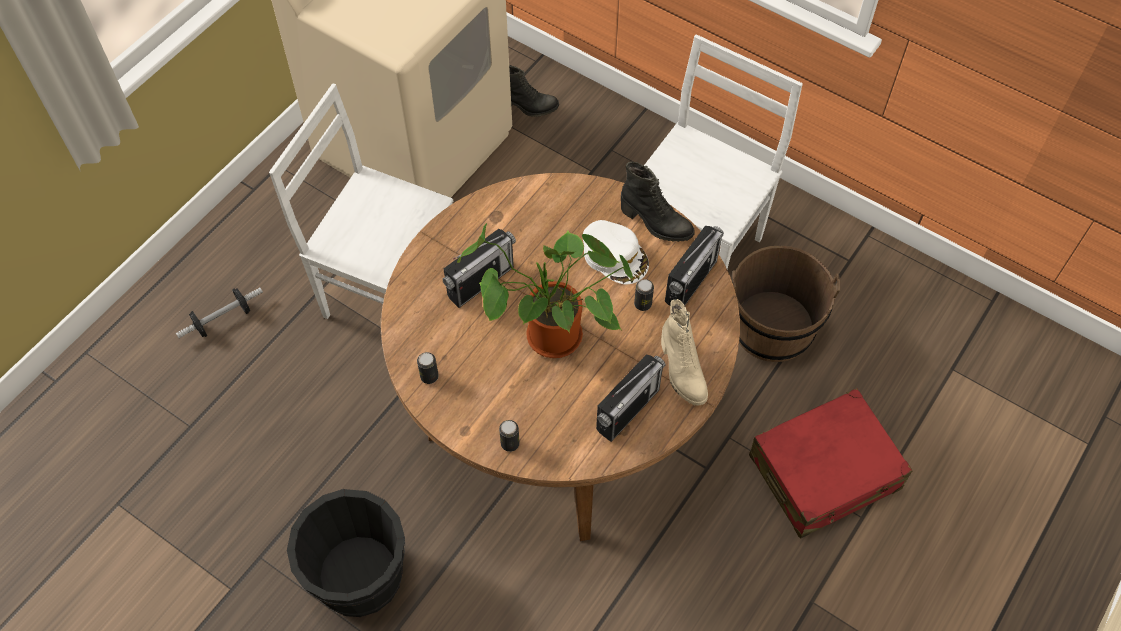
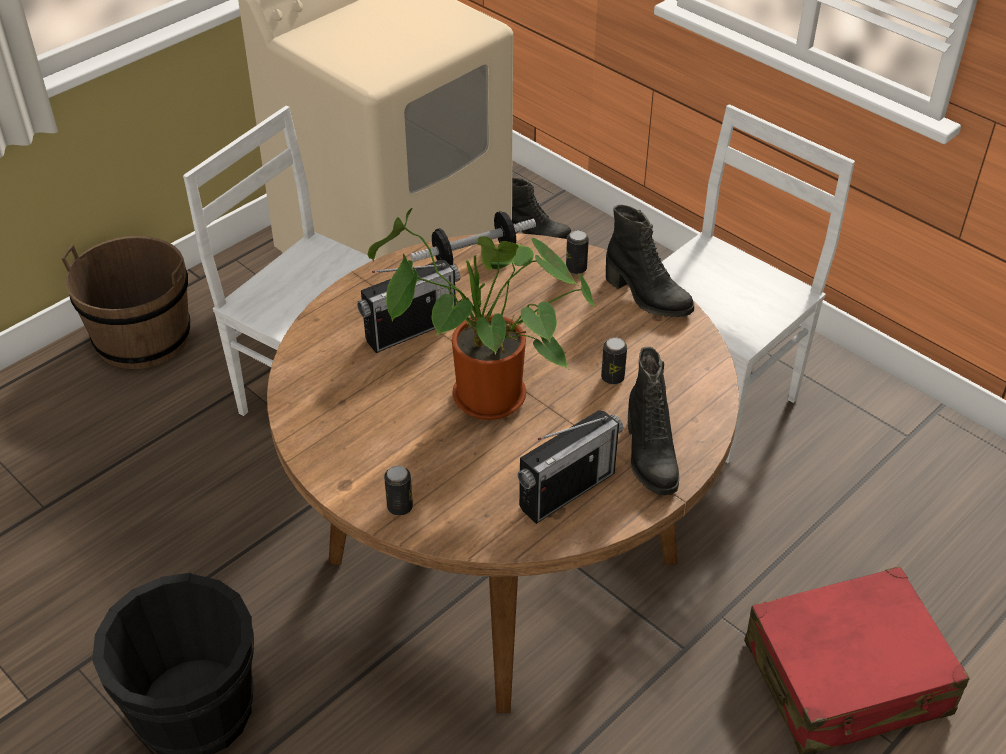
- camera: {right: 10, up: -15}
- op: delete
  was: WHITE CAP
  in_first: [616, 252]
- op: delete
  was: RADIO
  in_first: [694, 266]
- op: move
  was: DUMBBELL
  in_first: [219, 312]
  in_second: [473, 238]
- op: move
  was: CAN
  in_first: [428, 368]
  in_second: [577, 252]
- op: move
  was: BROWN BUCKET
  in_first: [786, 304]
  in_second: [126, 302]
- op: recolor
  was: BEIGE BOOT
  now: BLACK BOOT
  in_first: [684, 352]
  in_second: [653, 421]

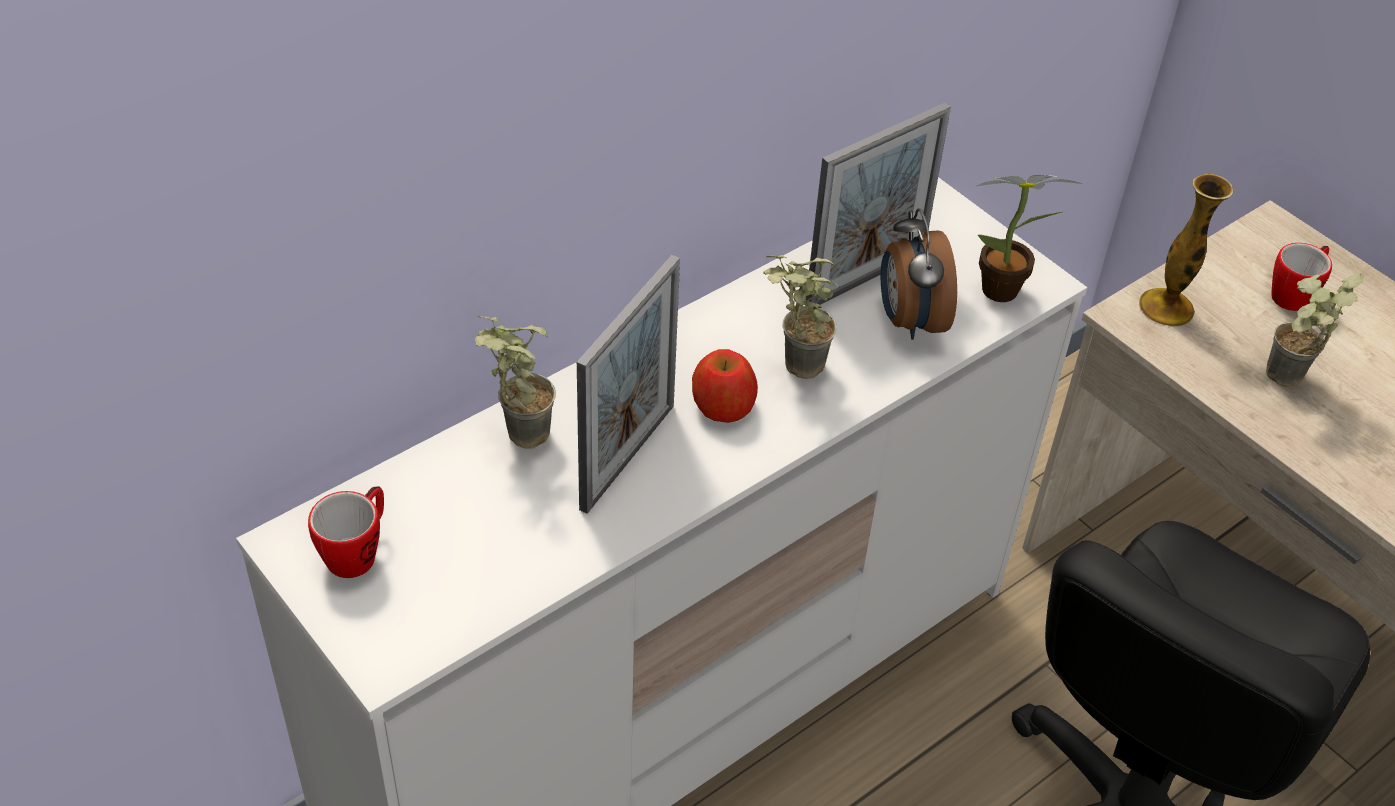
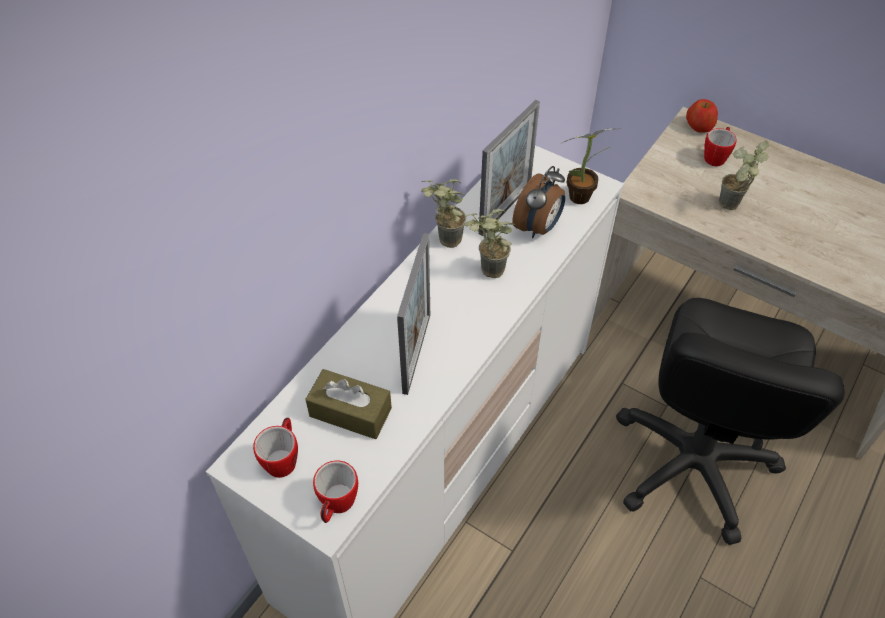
- camera: {right: -15, up: 5}
- op: delete
  was: VASE
  in_first: [1186, 250]
- op: insert
  now: BROWN TISSUE BOX
  in_second: [348, 404]
- op: insert
  now: MUG
  in_second: [335, 492]
- op: move
  was: POTTED PLANT
  in_first: [515, 382]
  in_second: [443, 213]
- op: move
  was: APPLE
  in_first: [725, 386]
  in_second: [702, 116]
- op: rotate
  was: ALARM CLOCK
  in_first: [919, 274]
  in_second: [539, 202]
  clockwise: -120

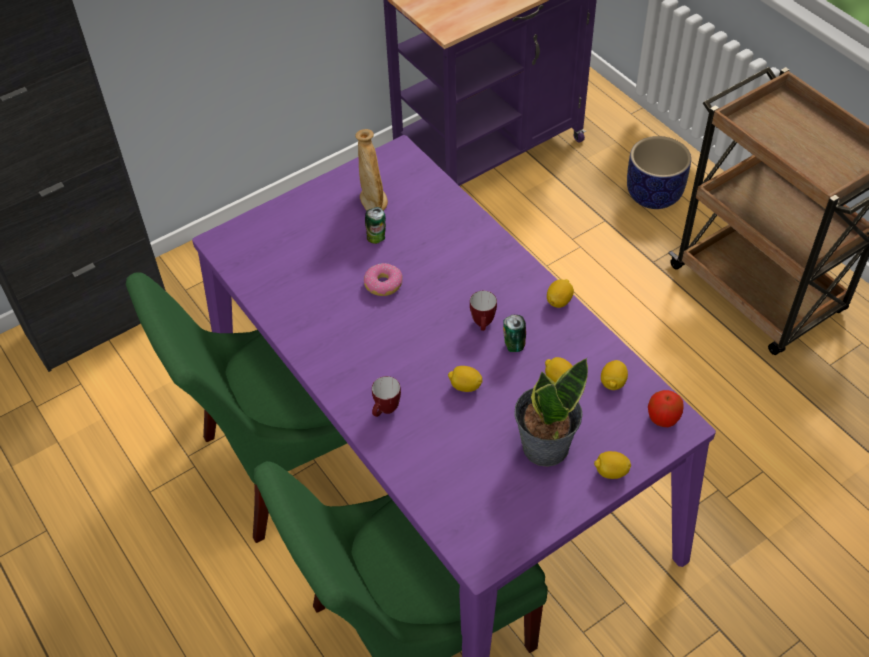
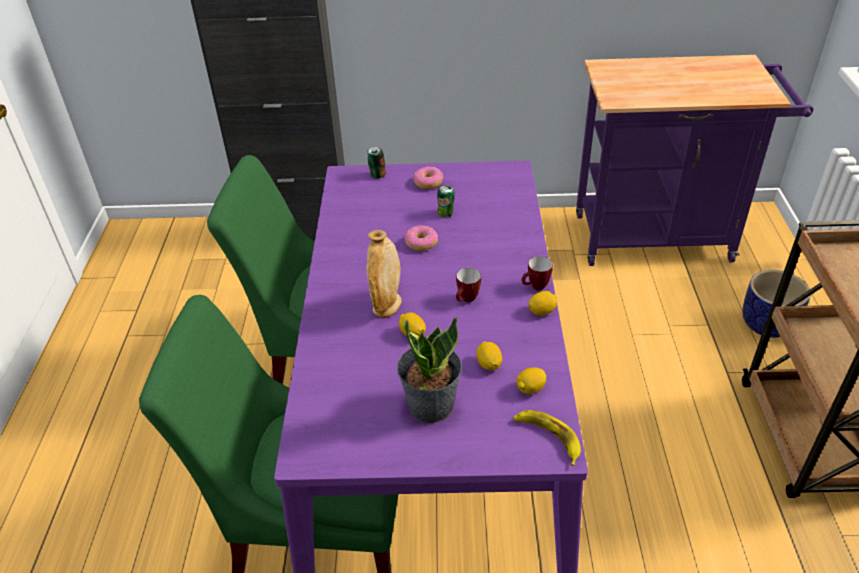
- camera: {right: 35, up: -10}
- op: delete
  was: LEMON
  in_first: [612, 465]
- op: insert
  now: DONUT
  in_second: [428, 178]
- op: move
  was: BEIGE VASE
  in_first: [371, 170]
  in_second: [384, 274]
- op: move
  was: MUG
  in_first: [386, 396]
  in_second: [537, 273]
- op: move
  was: CAN
  in_first: [514, 333]
  in_second: [376, 163]
- op: replace
  was: APPLE
  now: BANANA
  in_first: [666, 408]
  in_second: [547, 438]

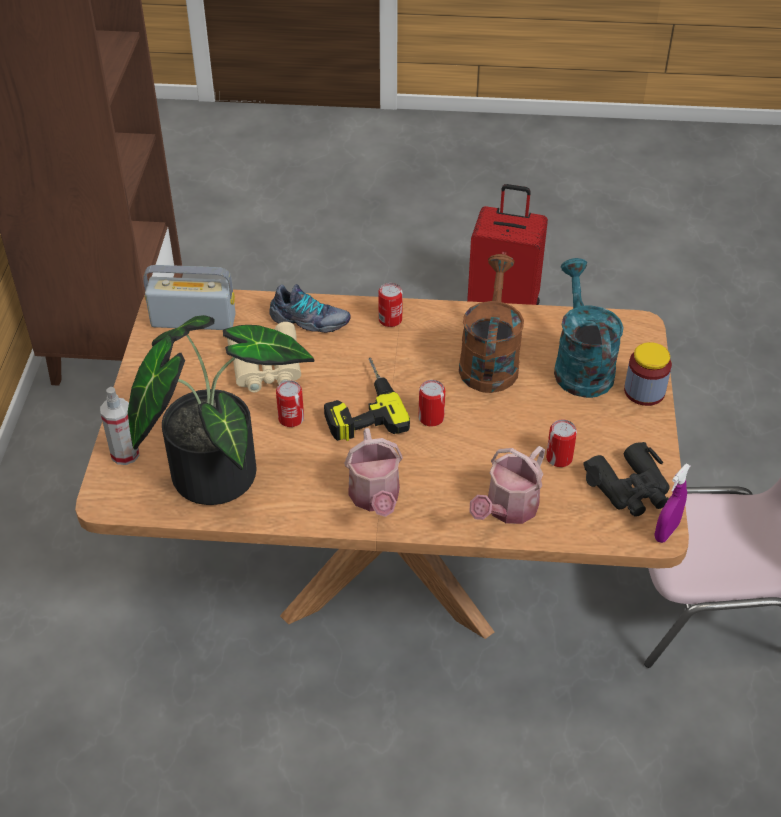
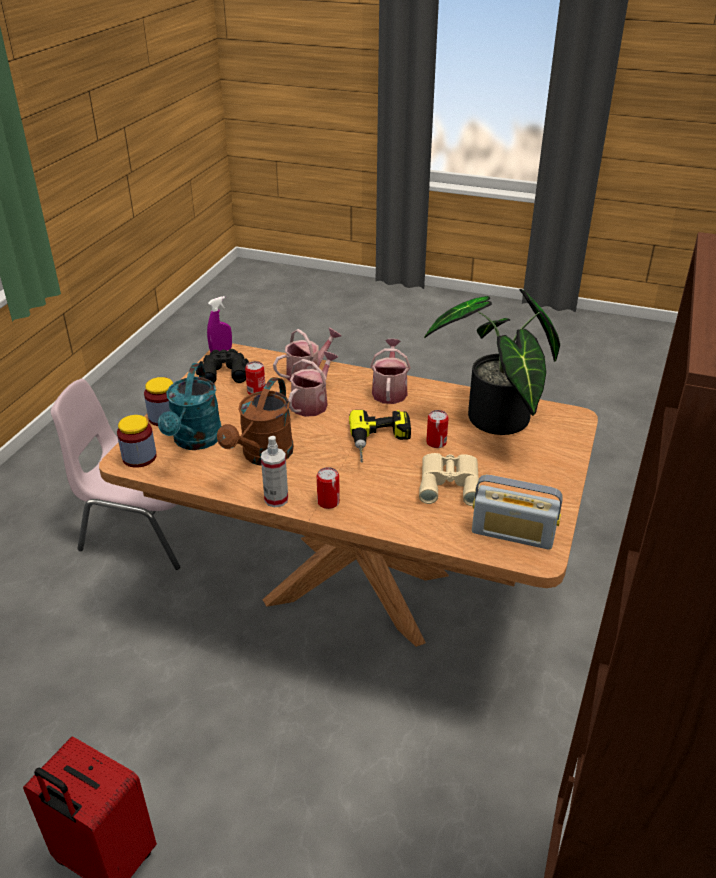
- camera: {right: -165, up: -10}
- op: delete
  was: SHOE
  in_first: [310, 308]
- op: delete
  was: CAN
  in_first: [432, 403]
- op: insert
  now: JAR
  in_second: [136, 441]
- op: insert
  now: WATERING CAN
  in_second: [313, 384]
- op: move
  was: SPRAY BOTTLE
  in_first: [119, 426]
  in_second: [274, 471]

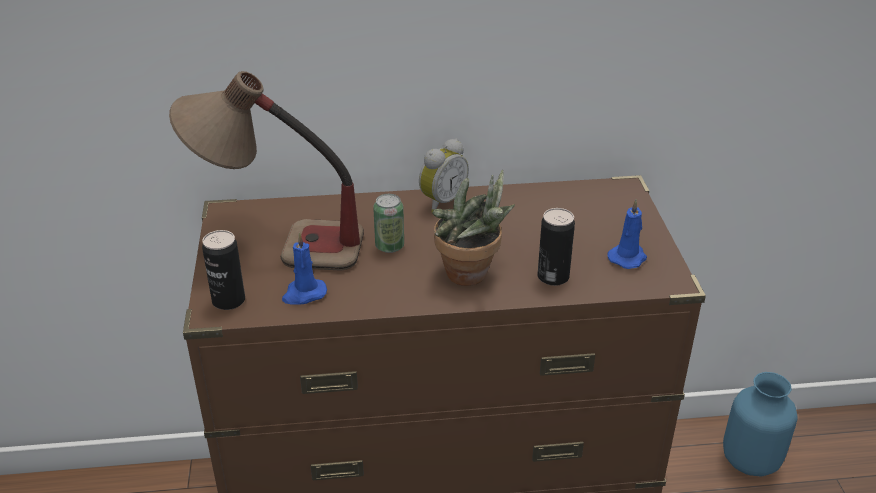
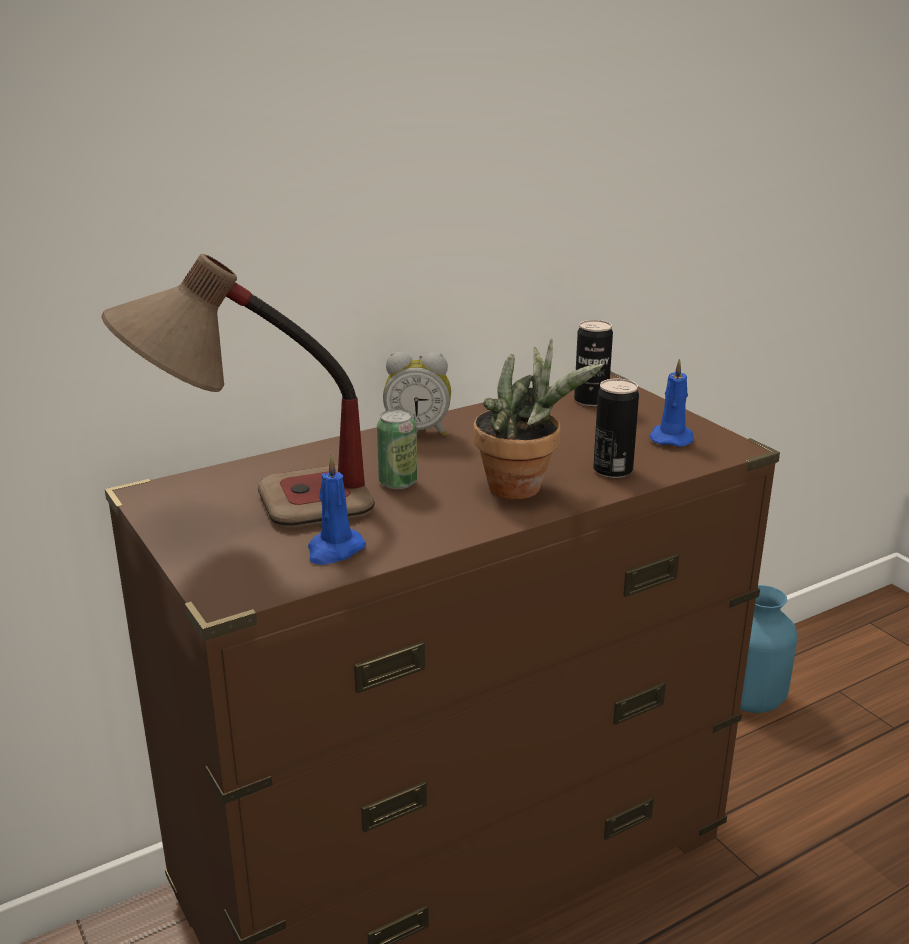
- camera: {right: -25, up: -10}
- op: move
  was: CAN
  in_first: [223, 270]
  in_second: [593, 363]
- op: rotate
  was: ALARM CLOCK
  in_first: [444, 175]
  in_second: [417, 394]
  clockwise: 75

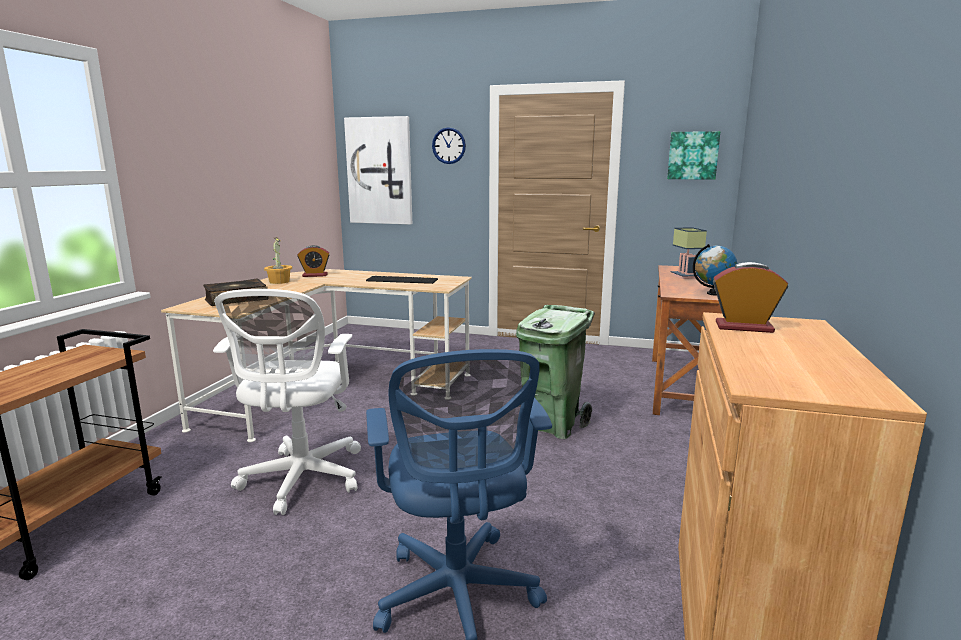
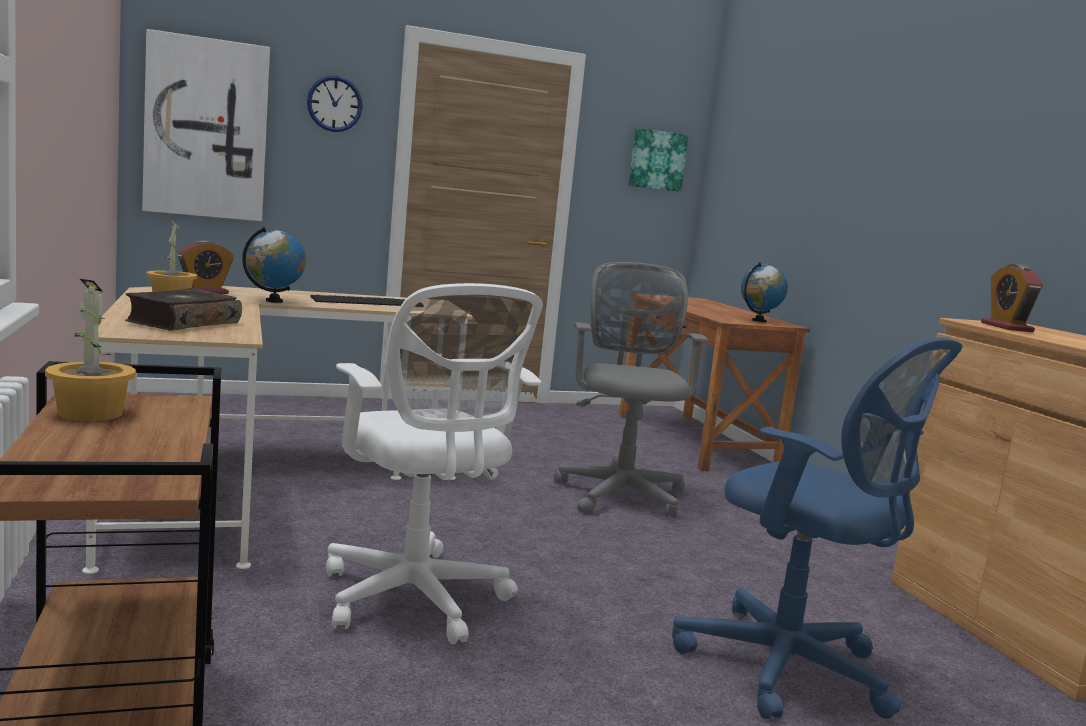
- camera: {right: -35, up: -5}
- op: delete
  was: TABLE LAMP
  in_first: [689, 253]
- op: insert
  now: POTTED PLANT
  in_second: [90, 350]
- op: insert
  now: GLOBE
  in_second: [274, 265]
- op: replace
  was: GREEN TRASH CAN
  now: GREY OFFICE CHAIR
  in_first: [555, 372]
  in_second: [631, 390]
- op: rotate
  was: ALARM CLOCK
  in_first: [750, 297]
  in_second: [1012, 297]
  clockwise: -75

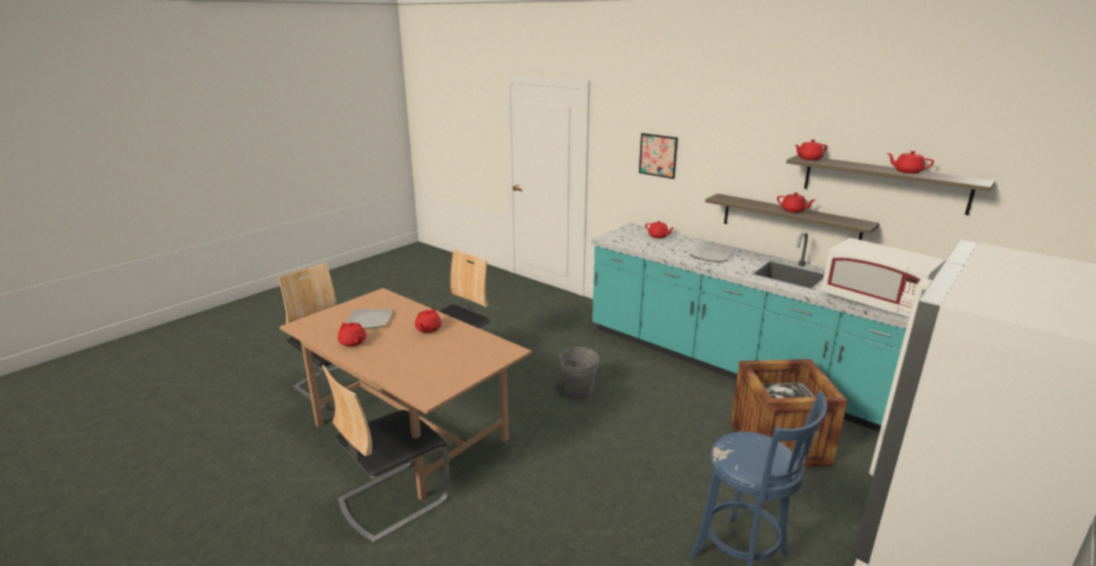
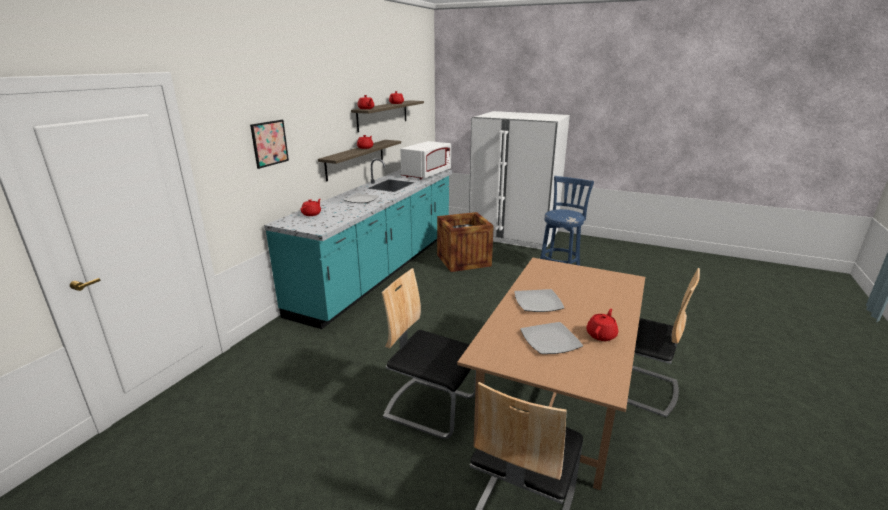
- camera: {right: -105, up: 0}
- op: delete
  was: GREY BUCKET
  in_first: [579, 372]
- op: replace
  was: RED TEAPOT
  now: PLATE
  in_first: [428, 321]
  in_second: [539, 300]

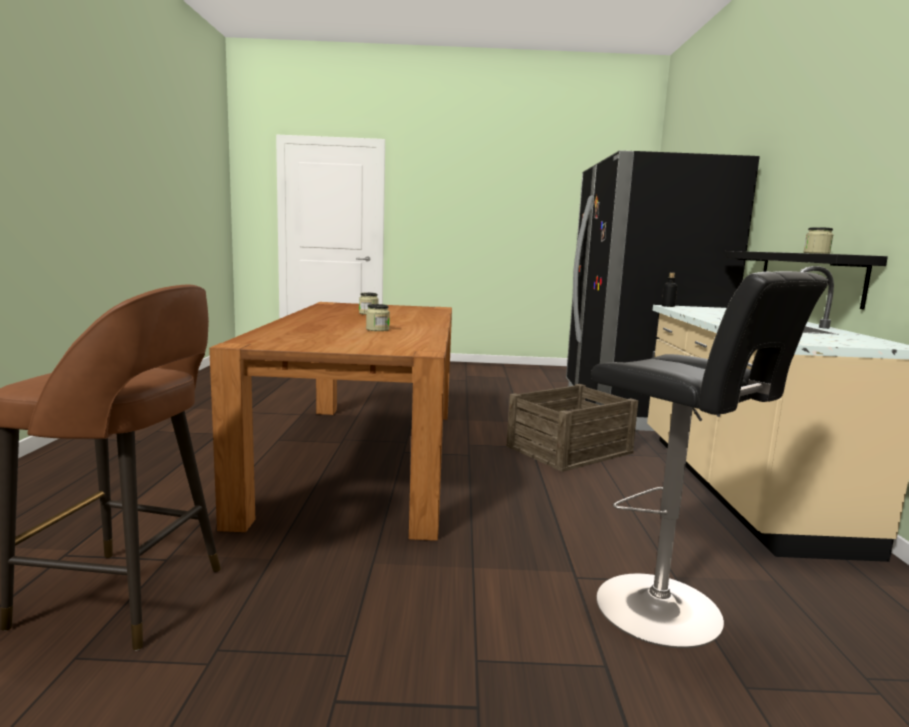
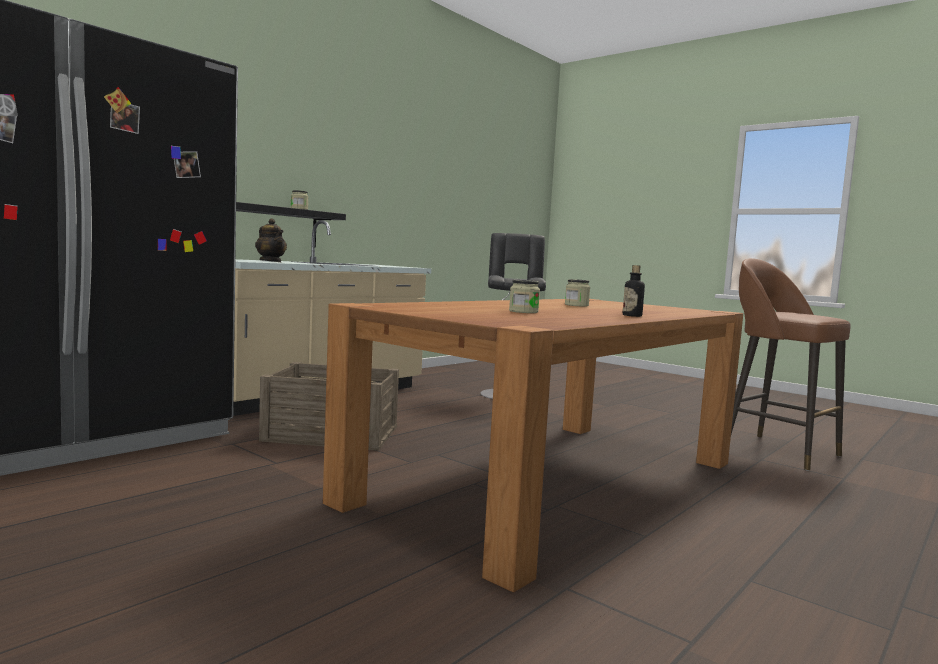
- camera: {right: -140, up: -5}
- op: insert
  now: TEAPOT
  in_second: [271, 240]
- op: move
  was: BOTTLE
  in_first: [669, 290]
  in_second: [634, 291]

